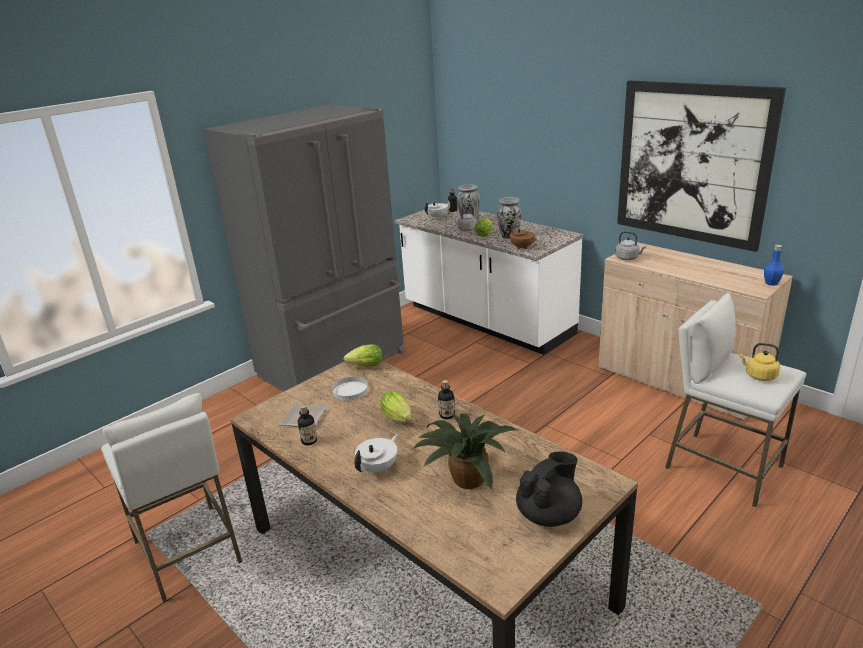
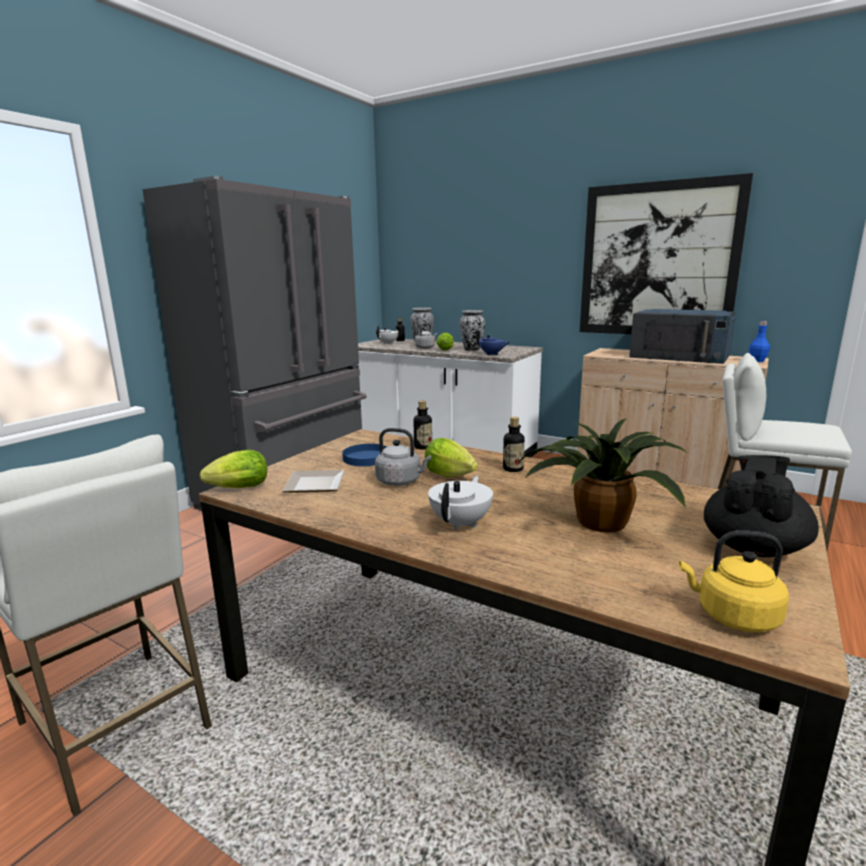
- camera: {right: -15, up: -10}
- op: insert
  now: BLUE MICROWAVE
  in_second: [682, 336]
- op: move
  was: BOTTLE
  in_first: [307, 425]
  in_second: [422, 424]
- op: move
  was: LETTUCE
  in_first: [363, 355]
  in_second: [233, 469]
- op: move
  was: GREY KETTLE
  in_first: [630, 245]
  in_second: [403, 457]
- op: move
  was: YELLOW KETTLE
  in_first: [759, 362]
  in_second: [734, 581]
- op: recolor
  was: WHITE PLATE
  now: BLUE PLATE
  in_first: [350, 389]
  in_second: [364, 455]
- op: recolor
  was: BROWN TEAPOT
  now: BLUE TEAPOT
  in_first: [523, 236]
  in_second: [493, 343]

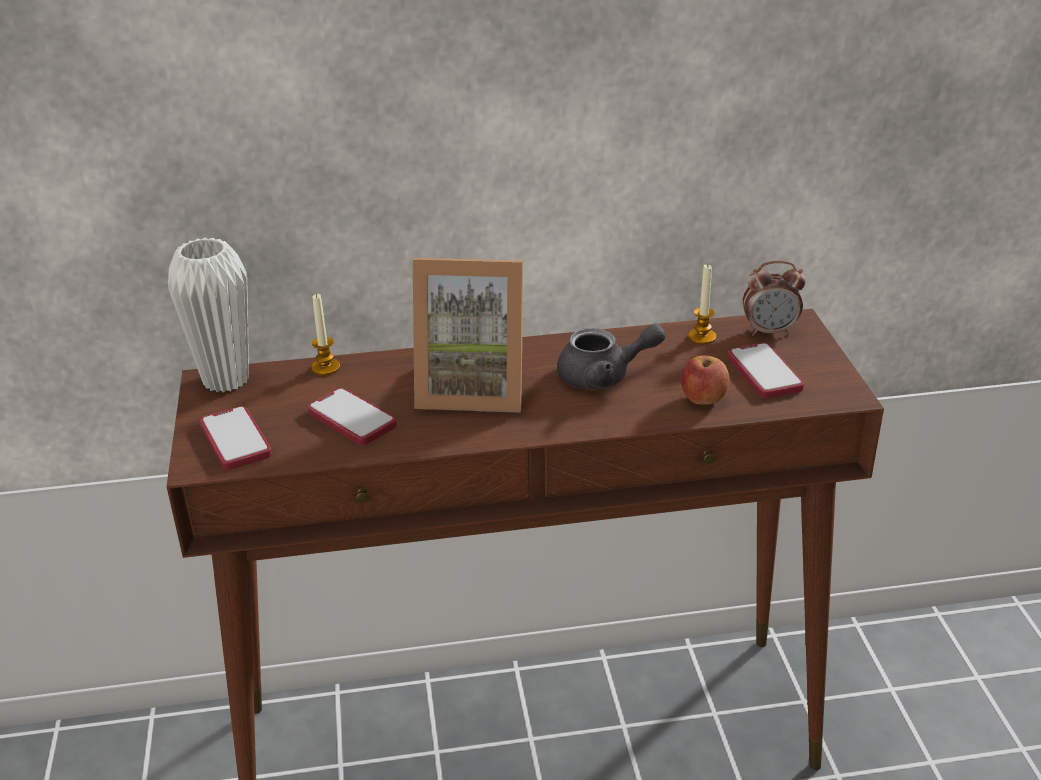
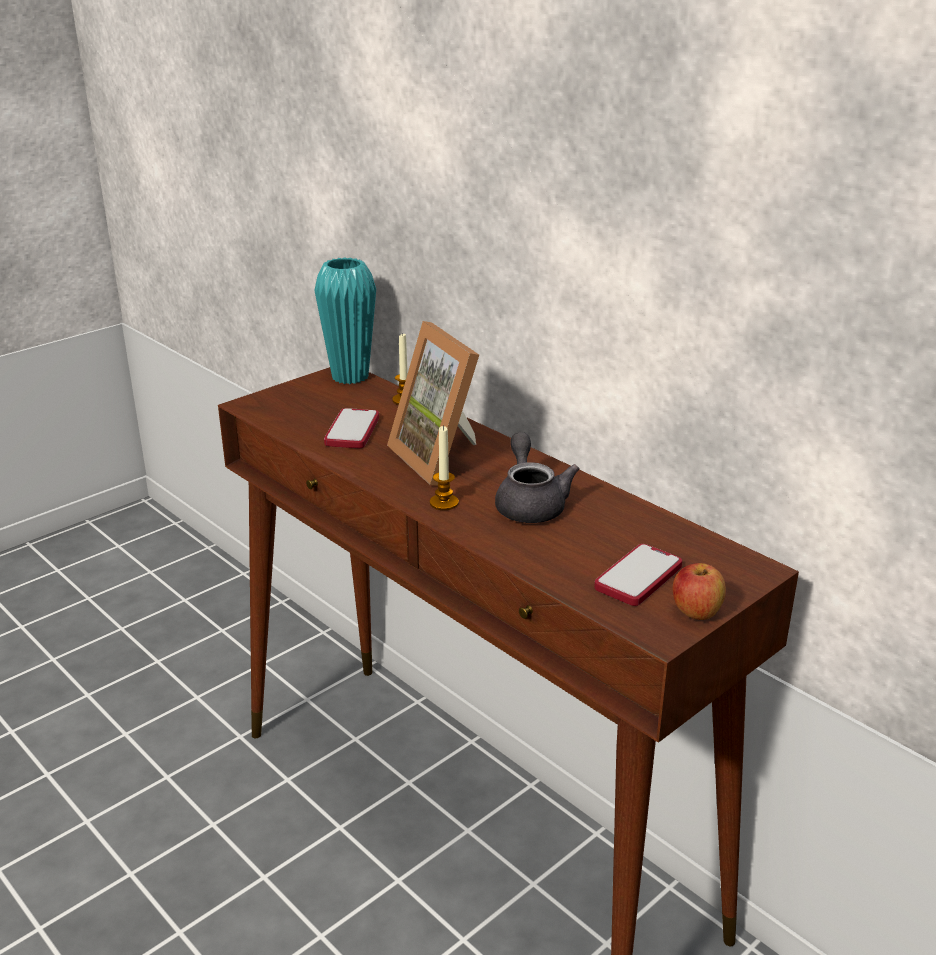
- camera: {right: 55, up: -5}
- op: delete
  was: PHONE
  in_first: [236, 438]
- op: delete
  was: ALARM CLOCK
  in_first: [774, 298]
- op: move
  was: APPLE
  in_first: [705, 380]
  in_second: [699, 591]
- op: move
  was: CANDLE
  in_first: [702, 304]
  in_second: [444, 467]
- op: recolor
  was: WHITE VASE
  now: TURQUOISE VASE
  in_first: [208, 315]
  in_second: [345, 320]
- op: rotate
  was: GREY TEAPOT
  in_first: [611, 356]
  in_second: [537, 477]
  clockwise: -150

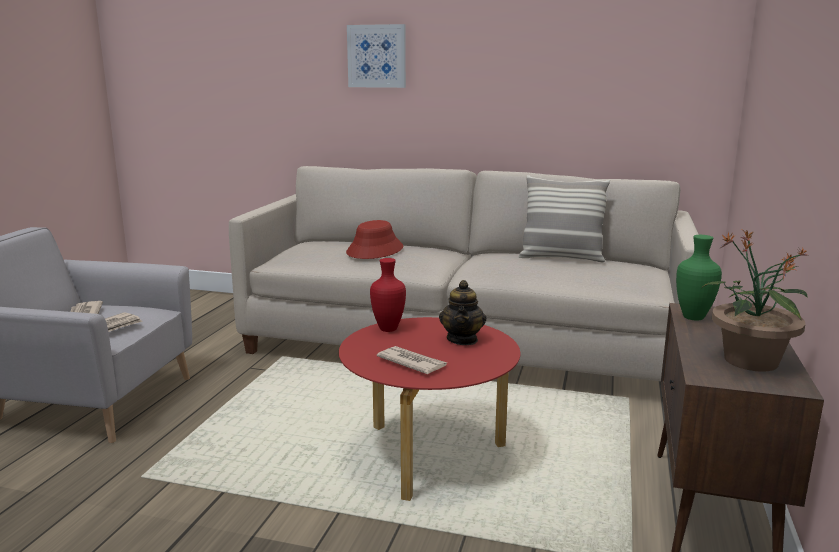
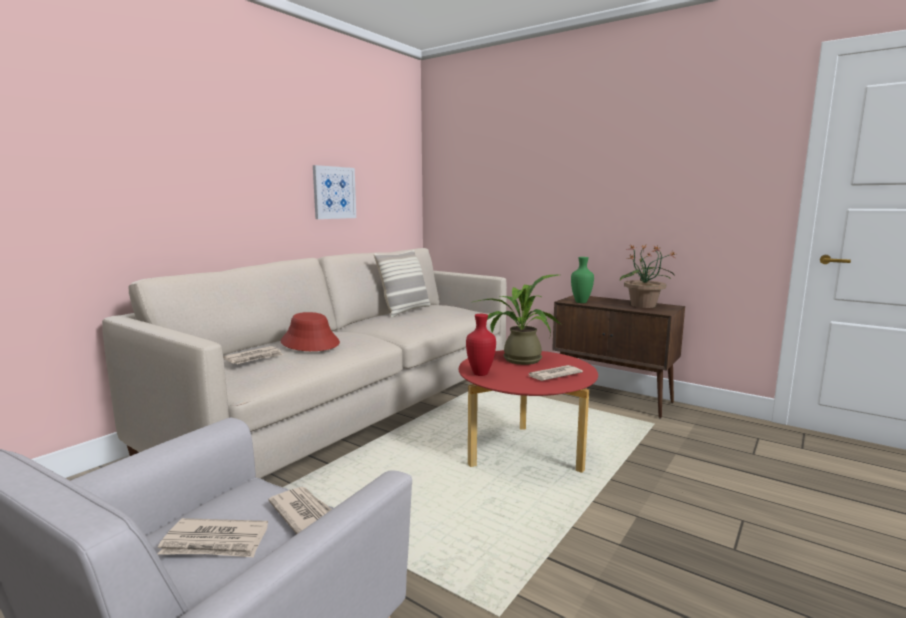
- camera: {right: -70, up: -5}
- op: insert
  now: NEWSPAPER
  in_second: [253, 355]
- op: move
  was: PICTURE
  in_first: [376, 56]
  in_second: [334, 192]
- op: replace
  was: TEAPOT
  now: POTTED PLANT
  in_first: [462, 312]
  in_second: [517, 320]

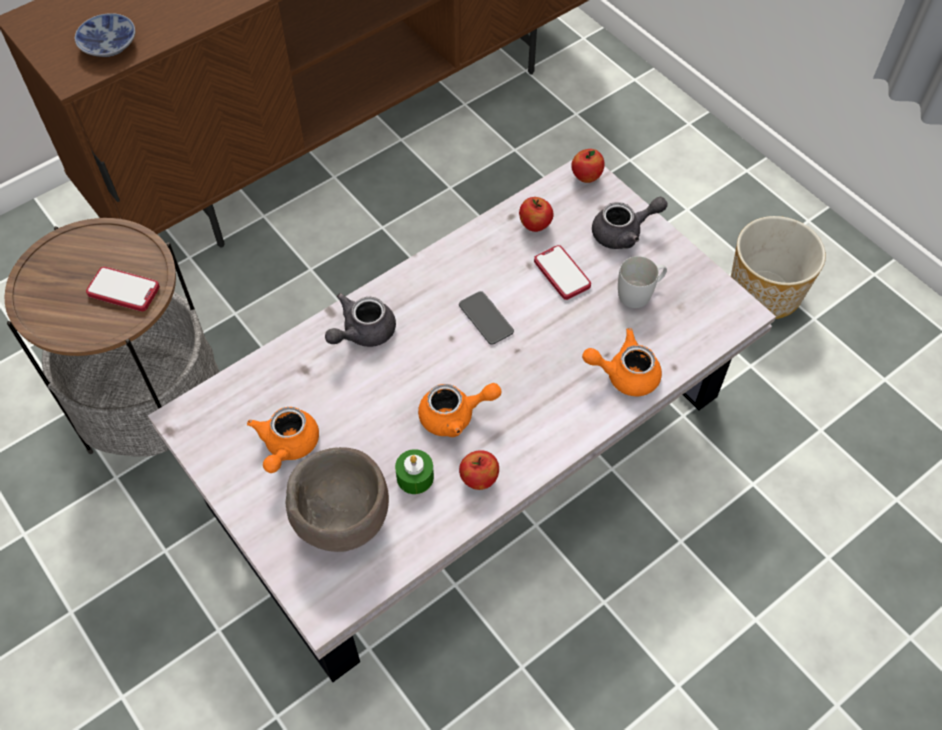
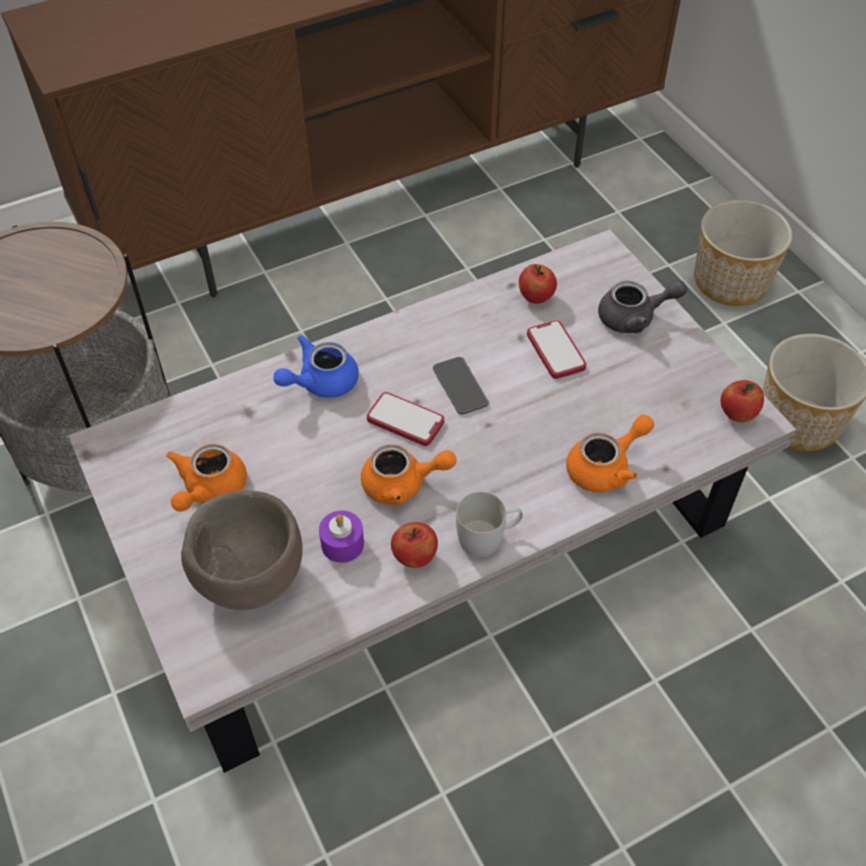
- camera: {right: 10, up: -5}
- op: delete
  was: BOWL
  in_first: [105, 35]
- op: insert
  now: PLANTER
  in_second: [743, 253]
- op: move
  was: PHONE
  in_first: [123, 289]
  in_second: [405, 419]
- op: move
  was: APPLE
  in_first: [588, 166]
  in_second: [742, 401]
- op: move
  was: WHITE MUG
  in_first: [642, 282]
  in_second: [489, 524]
- op: recolor
  was: GREY TEAPOT
  now: BLUE TEAPOT
  in_first: [360, 320]
  in_second: [316, 366]
- op: recolor
  was: GREEN CANDLE
  now: PURPLE CANDLE
  in_first: [414, 471]
  in_second: [341, 537]
- op: rotate
  was: ORANGE TEAPOT
  in_first: [622, 362]
  in_second: [610, 453]
  clockwise: 135

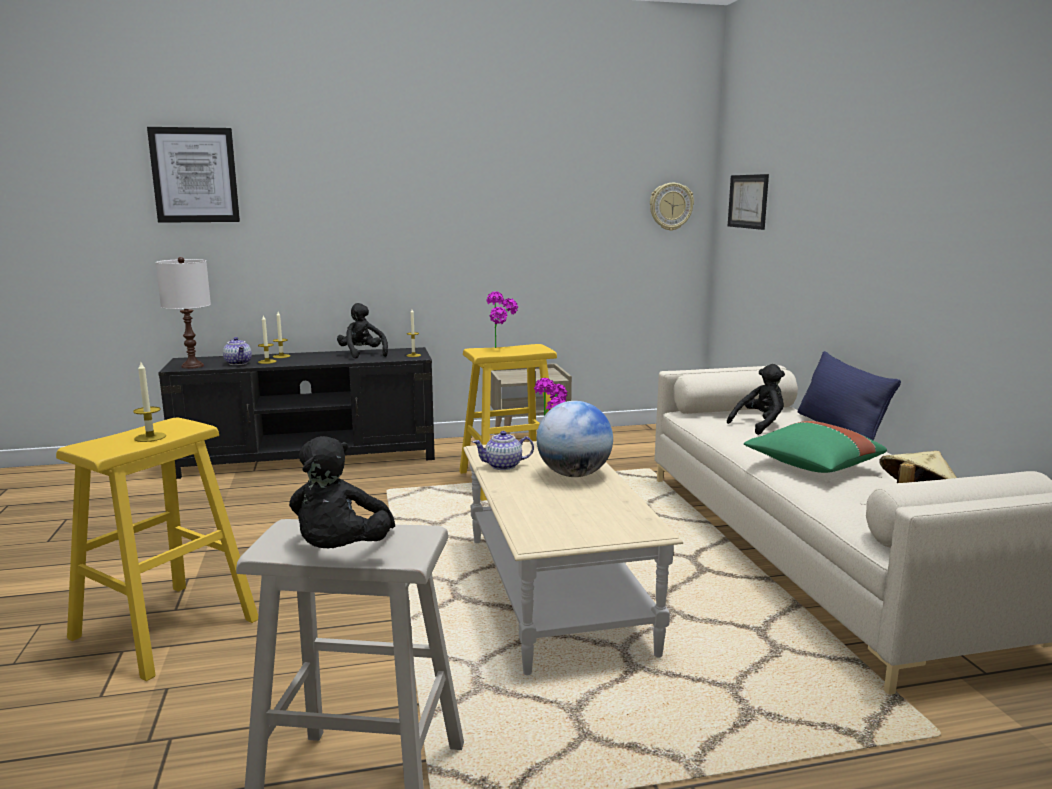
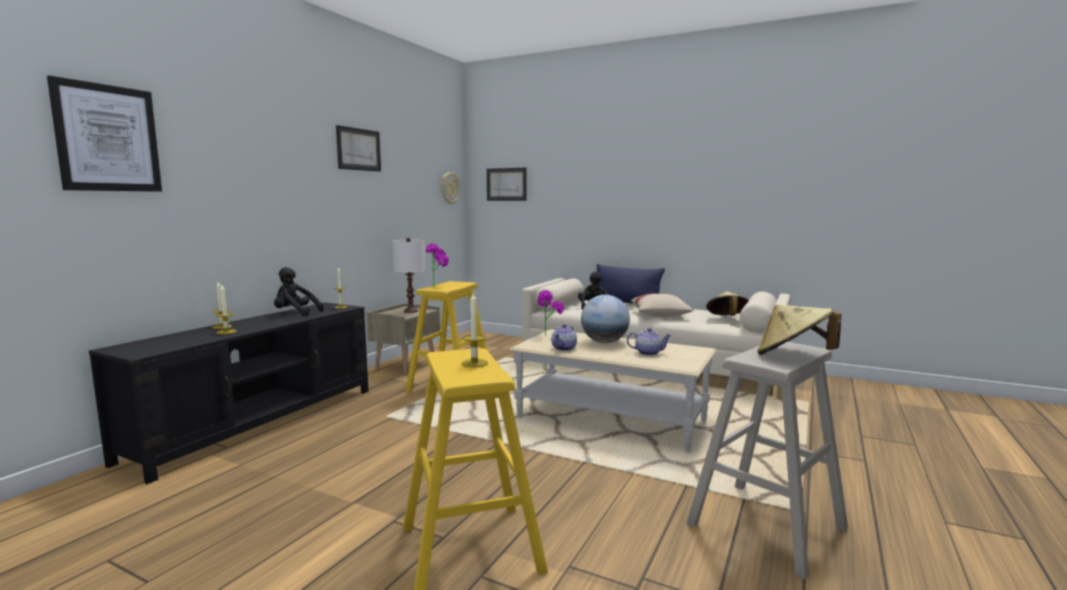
- camera: {right: -50, up: -5}
- op: insert
  now: PICTURE
  in_second: [358, 148]
- op: move
  was: WHITE TABLE LAMP
  in_first: [183, 313]
  in_second: [408, 275]
- op: move
  was: TEAPOT
  in_first: [237, 351]
  in_second: [649, 342]
- op: replace
  was: BLACK PLUSH TOY
  now: BEIGE HAT
  in_first: [342, 492]
  in_second: [799, 330]
- op: recolor
  was: GREEN PILLOW
  now: BEIGE PILLOW
  in_first: [815, 447]
  in_second: [662, 305]

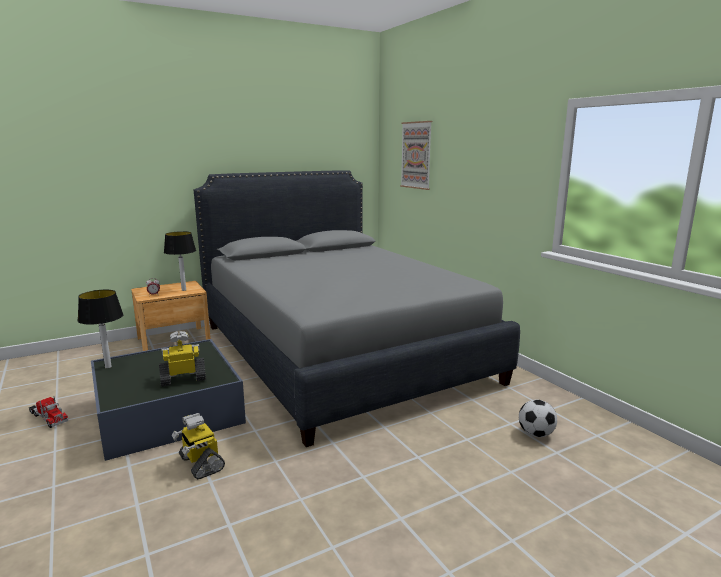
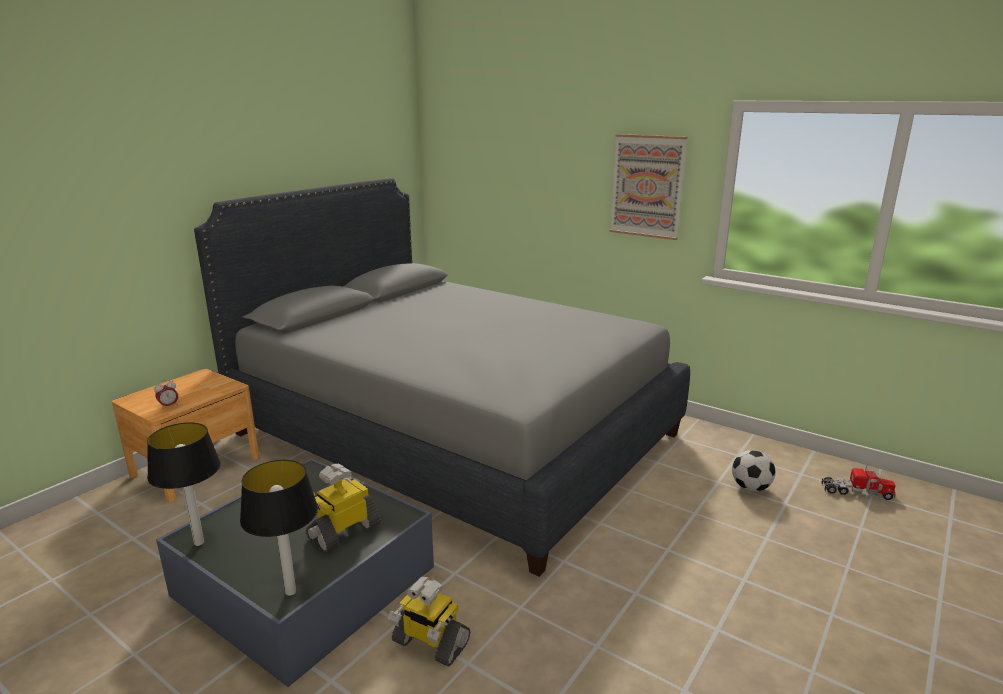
- camera: {right: -25, up: 5}
- op: move
  was: TOY TRUCK
  in_first: [48, 412]
  in_second: [858, 482]
- op: move
  was: TABLE LAMP
  in_first: [180, 261]
  in_second: [279, 528]
- op: move
  was: PICTURE
  in_first: [416, 155]
  in_second: [648, 187]

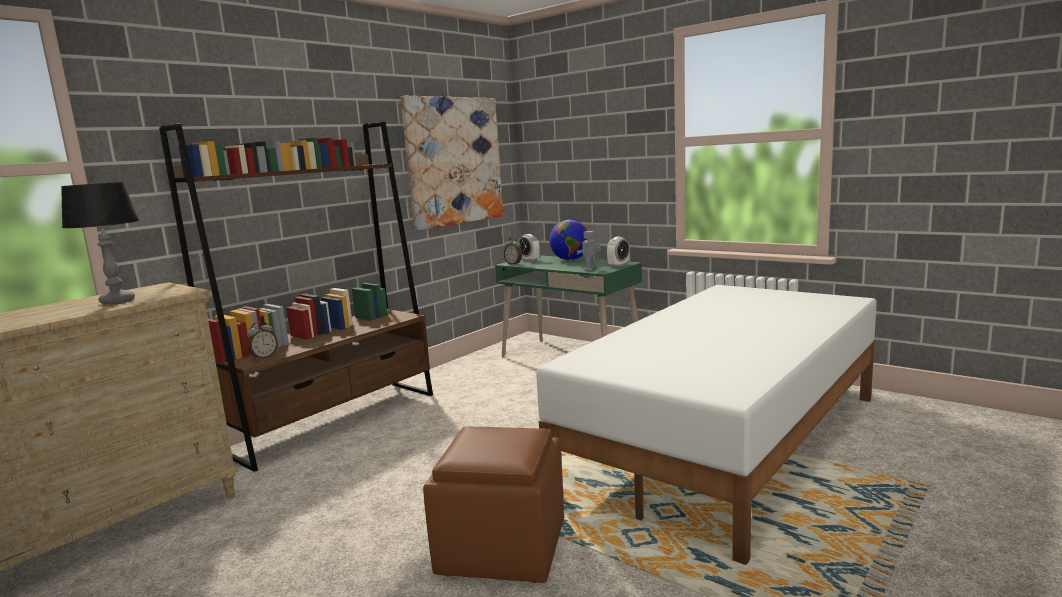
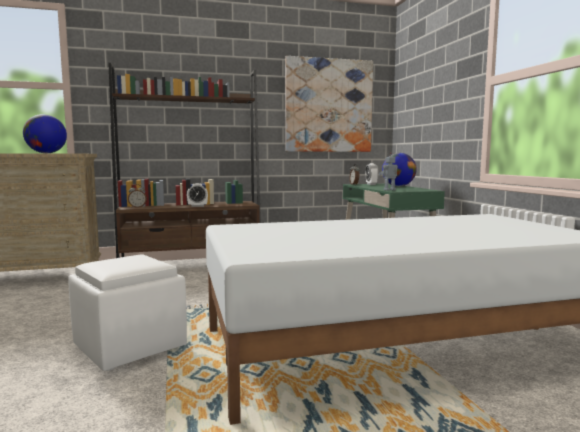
- camera: {right: 35, up: -5}
- op: move
  was: ALARM CLOCK
  in_first: [618, 252]
  in_second: [197, 195]
- op: replace
  was: TABLE LAMP
  now: GLOBE
  in_first: [100, 243]
  in_second: [45, 133]
- op: recolor
  was: BROWN OTTOMAN
  now: WHITE OTTOMAN
  in_first: [493, 504]
  in_second: [127, 313]

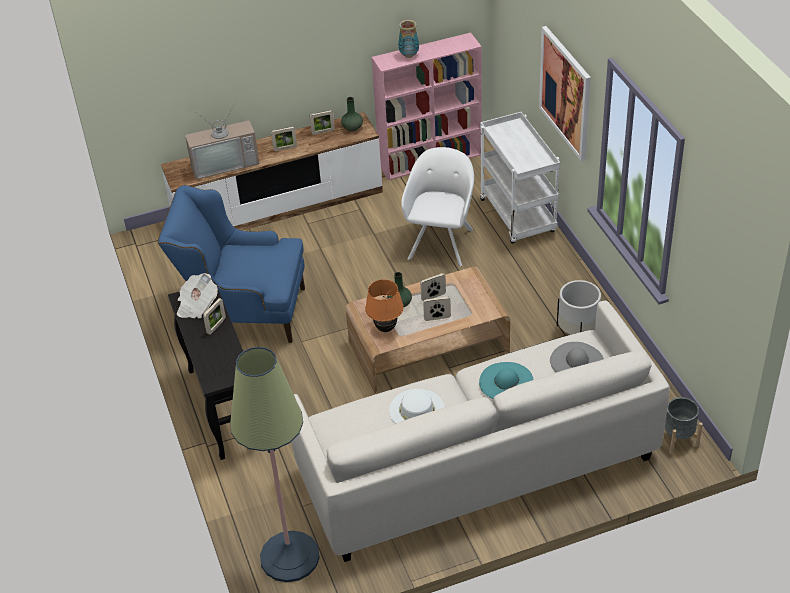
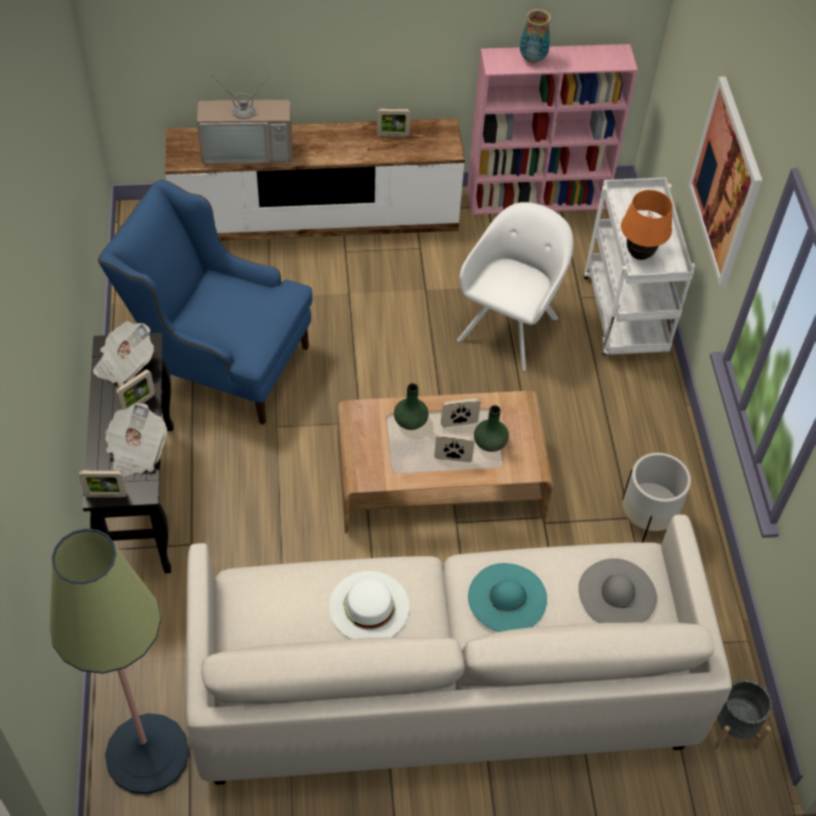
- camera: {right: 10, up: 10}
- op: insert
  now: NEWSPAPER
  in_second: [136, 439]
- op: move
  was: PICTURE FRAME
  in_first: [284, 138]
  in_second: [103, 483]
- op: move
  was: GREEN VASE
  in_first: [352, 114]
  in_second: [491, 428]
- op: move
  was: ORANGE TABLE LAMP
  in_first: [384, 305]
  in_second: [647, 225]

